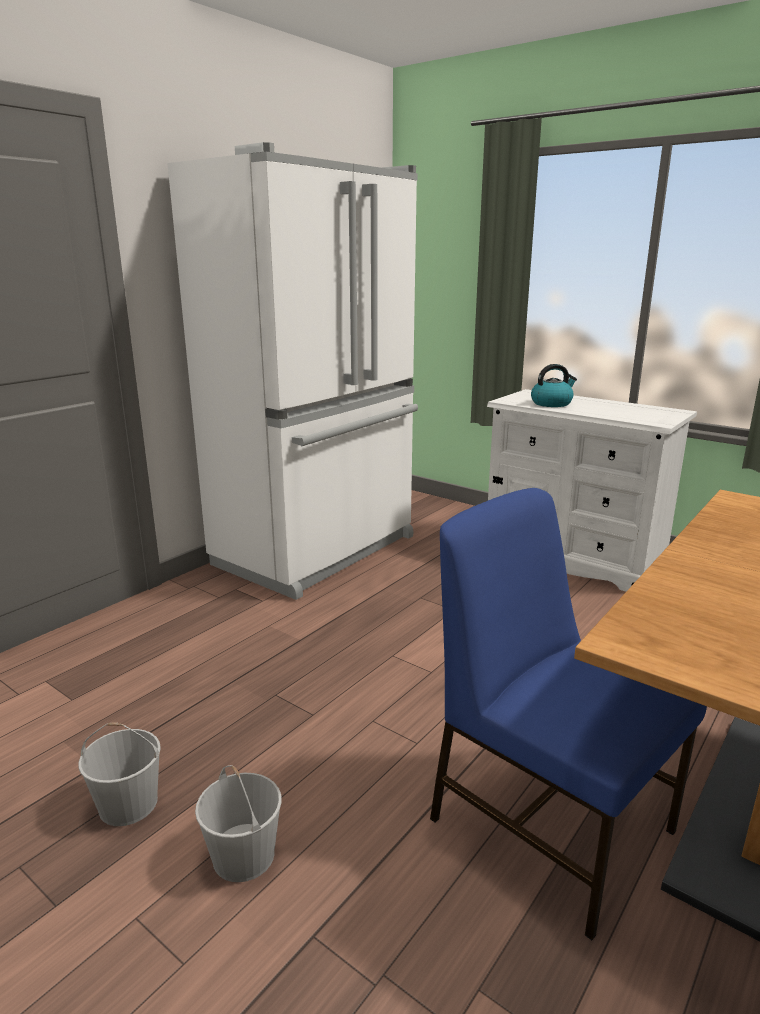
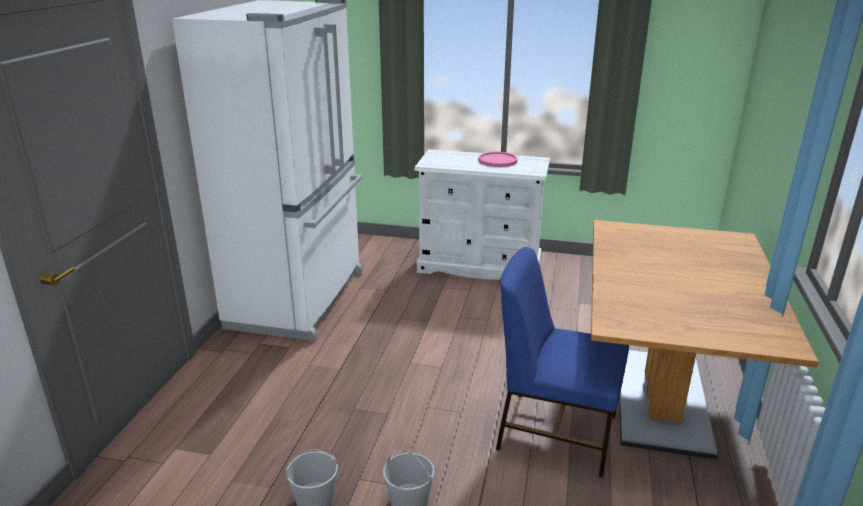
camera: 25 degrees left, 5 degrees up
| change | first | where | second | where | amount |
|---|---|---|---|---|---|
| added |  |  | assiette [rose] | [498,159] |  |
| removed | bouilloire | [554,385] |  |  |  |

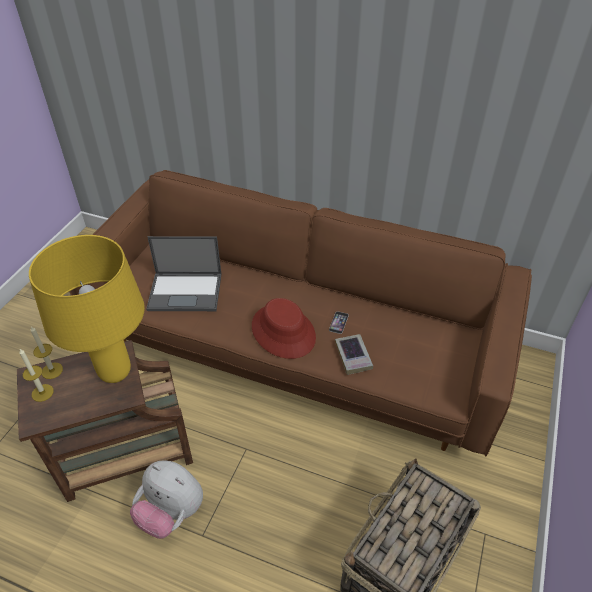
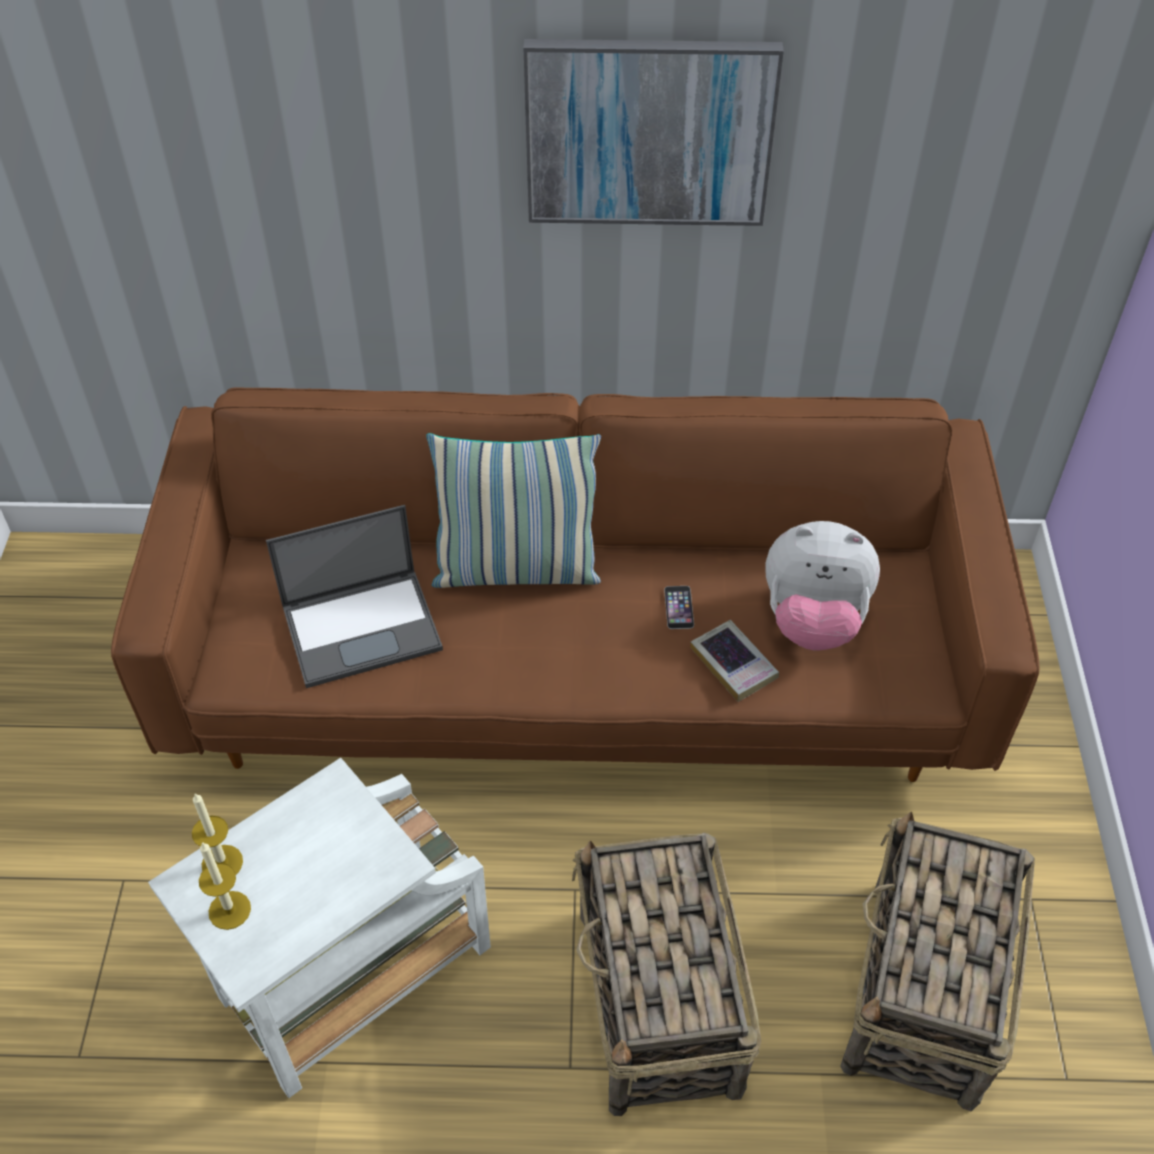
camera: 20 degrees left, 5 degrees up
| change | first | where | second | where | amount |
|---|---|---|---|---|---|
| recoloured | table d'appoint [marron] | [105,421] | table d'appoint [blanc] | [319,928] |  |
| added |  |  | coussin | [513,510] |  |
| added |  |  | tableau | [654,132] |  |
| added |  |  | panier | [666,974] |  |
| moved | peluche | [166,500] |  | [822,586] |  |
| removed | lampe de table [jaune] | [87,309] |  |  |  |
| removed | chapeau [rouge] | [284,328] |  |  |  |

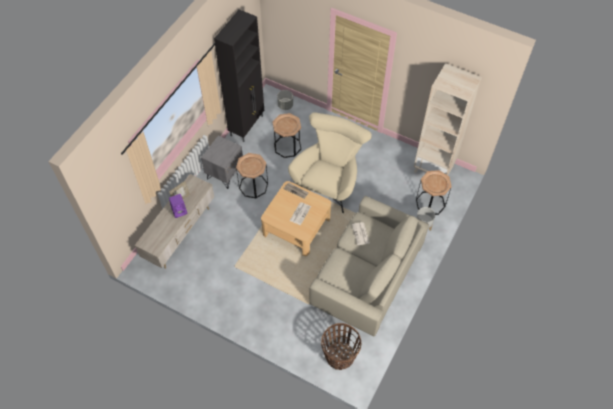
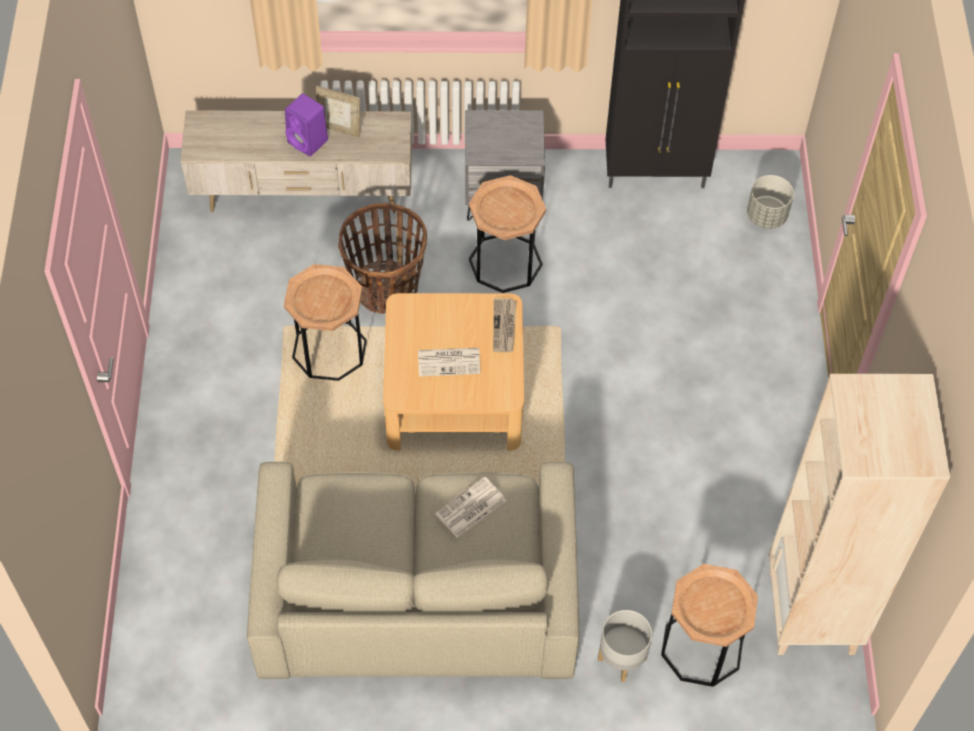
camera: 60 degrees right, 0 degrees up
| change | first | where | second | where | amount |
|---|---|---|---|---|---|
| moved | table d'appoint [marron] | [287,135] |  | [325,322] |  |
| moved | panier | [341,346] |  | [382,258] |  |
| removed | fauteuil [beige] | [330,162] |  |  |  |

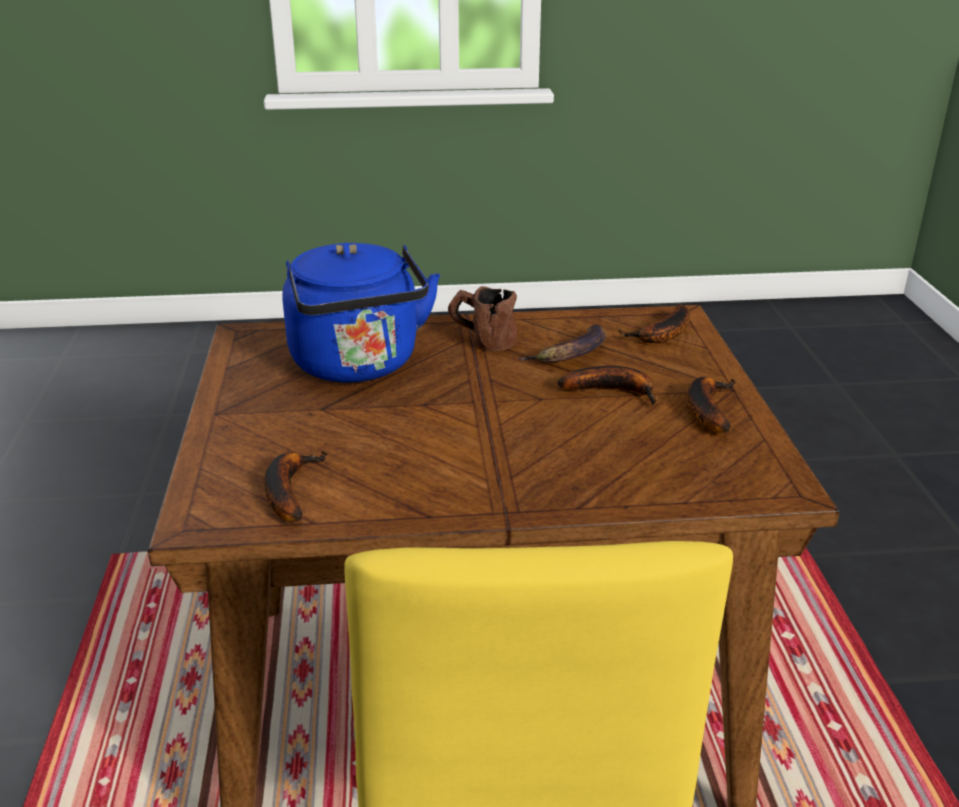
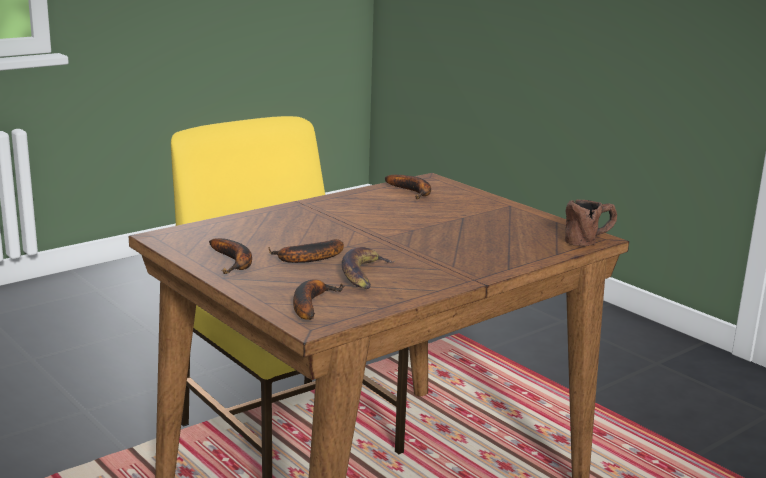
camera: 145 degrees right, 10 degrees down
| change | first | where | second | where | amount |
|---|---|---|---|---|---|
| moved | mug [marron] | [482,319] |  | [591,222] |  |
| removed | bouilloire [bleu] | [361,312] |  |  |  |

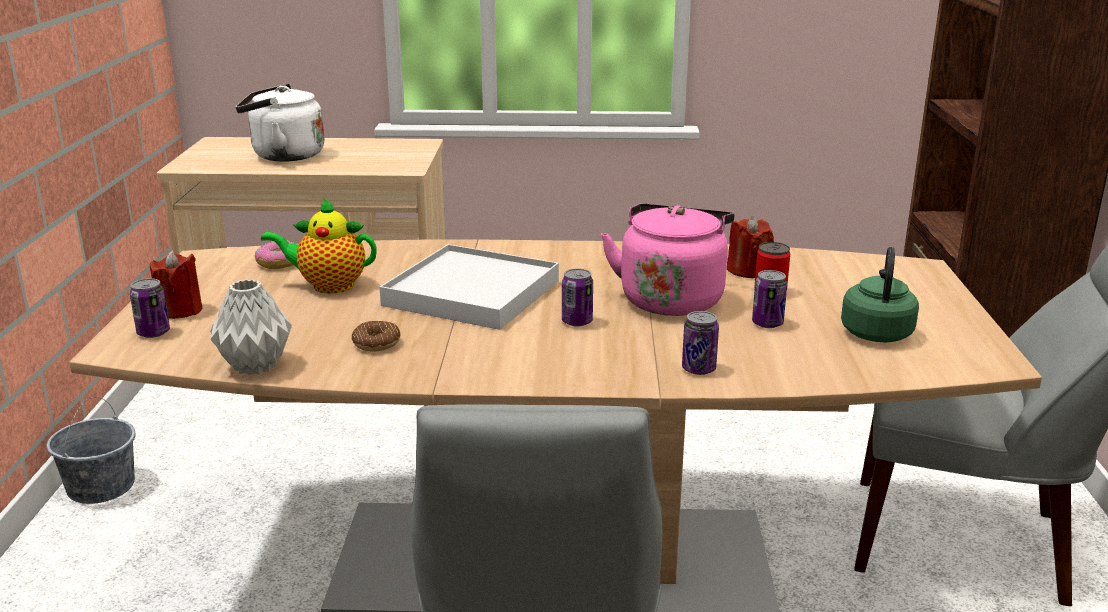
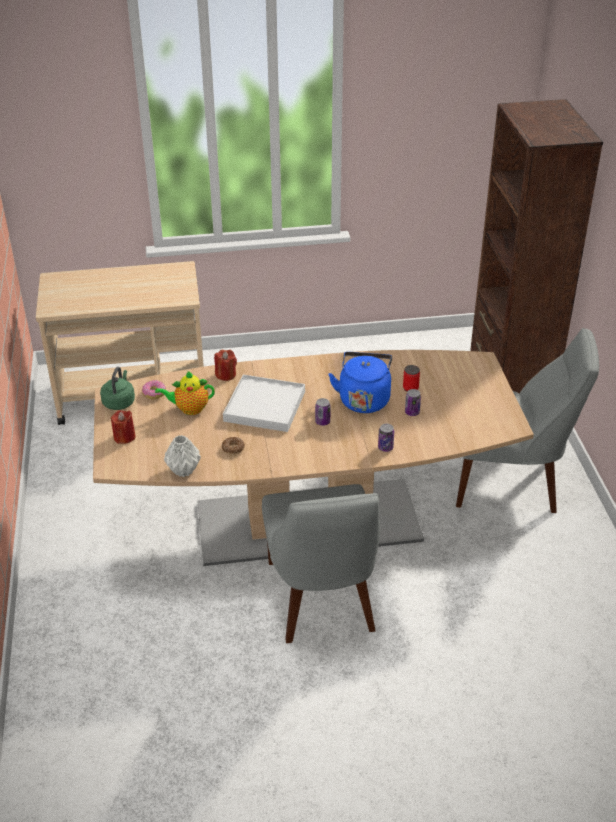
camera: 10 degrees left, 15 degrees up
| change | first | where | second | where | amount |
|---|---|---|---|---|---|
| moved | bouilloire [vert] | [880,294] |  | [117,388] |  |
| moved | bougie [rouge] | [750,247] |  | [225,365] |  |
| recoloured | bouilloire [rose] | [667,259] | bouilloire [bleu] | [360,382] |  |
| removed | seau [gris] | [91,450] |  |  |  |
| removed | boîte métallique | [150,308] |  |  |  |
| removed | bouilloire [blanc] | [280,123] |  |  |  |

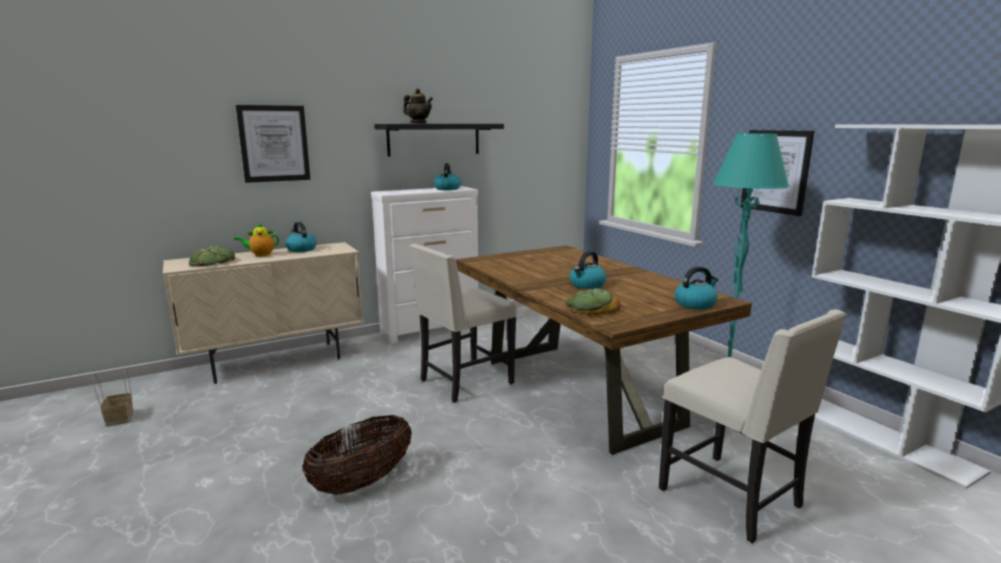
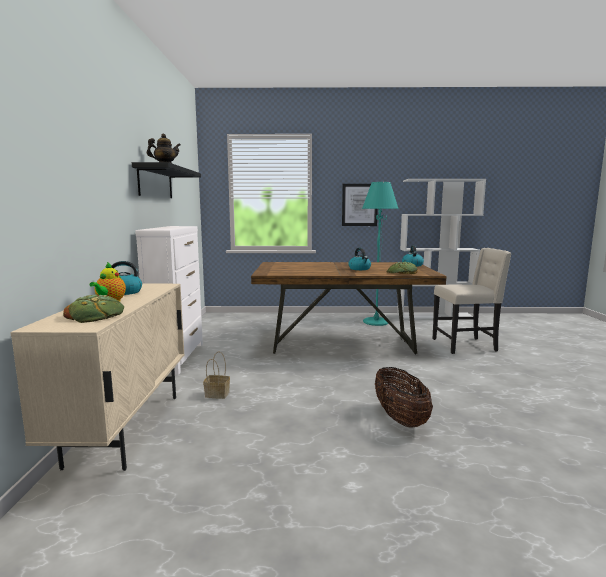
camera: 60 degrees left, 5 degrees down
| change | first | where | second | where | amount |
|---|---|---|---|---|---|
| moved | panier | [113,398] |  | [216,375] |  |
| removed | tableau | [273,144] |  |  |  |
| removed | chaise [beige] | [463,323] |  |  |  |
| removed | bouilloire | [447,176] |  |  |  |

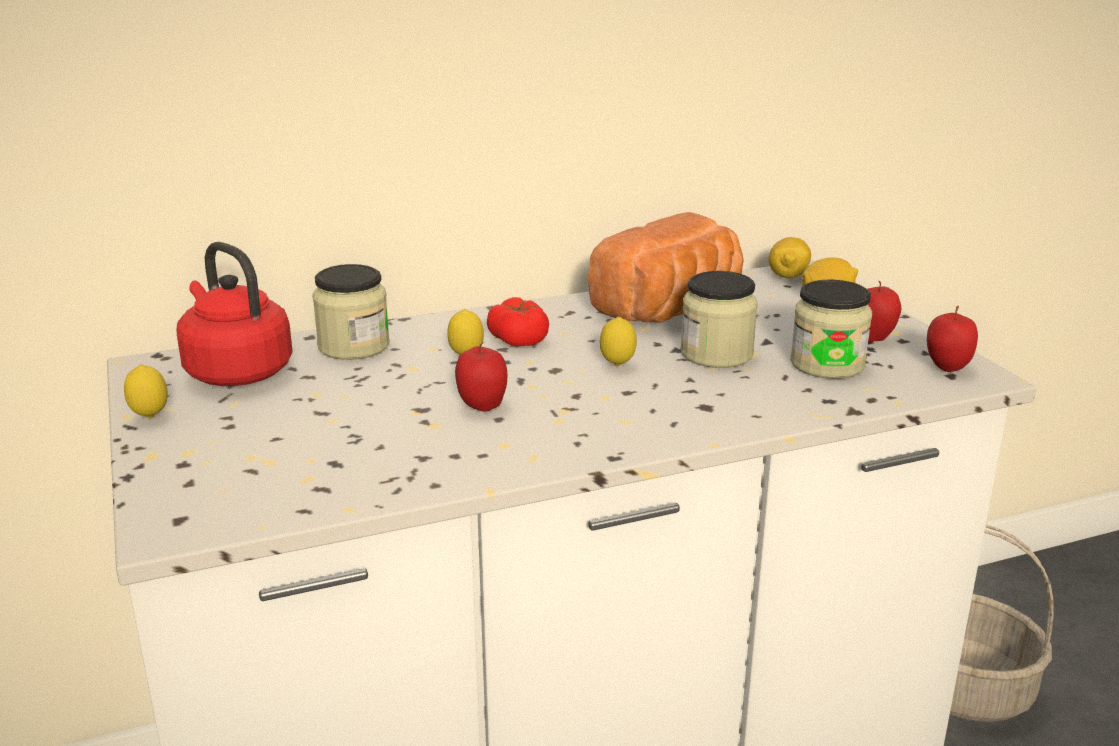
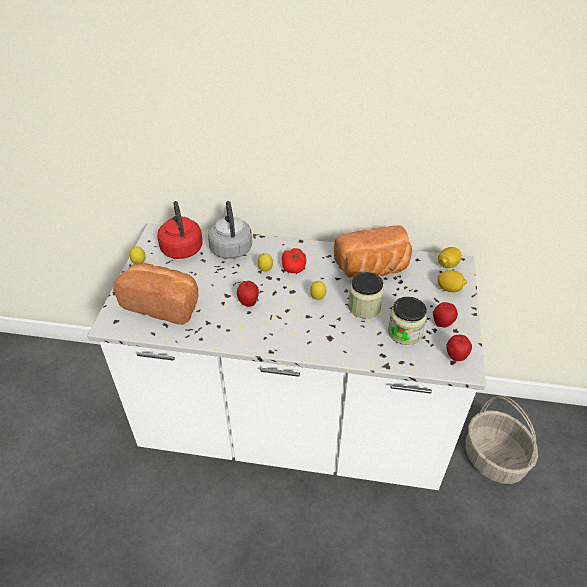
camera: 30 degrees right, 20 degrees up
| change | first | where | second | where | amount |
|---|---|---|---|---|---|
| added |  |  | pain | [156,294] |  |
| replaced | bocal | [351,312] | bouilloire [gris] | [230,230] |  |

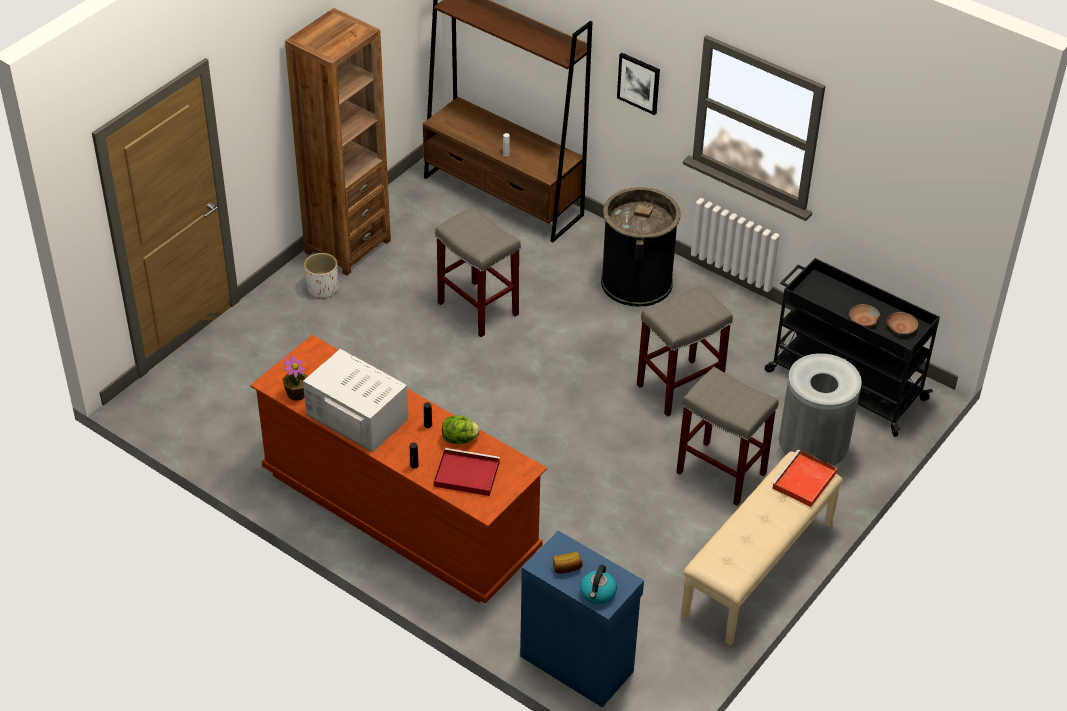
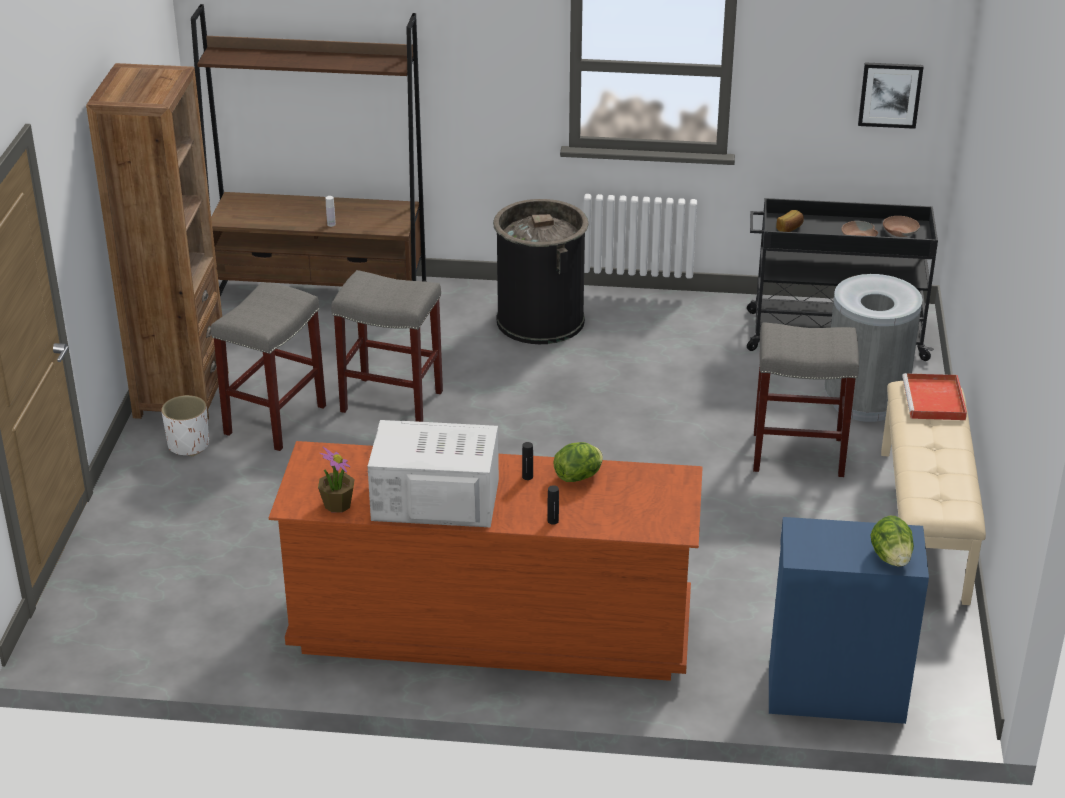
camera: 30 degrees left, 10 degrees down
| change | first | where | second | where | amount |
|---|---|---|---|---|---|
| moved | tabouret [gris] | [685,351] |  | [268,366] |  |
| moved | pain | [567,563] |  | [790,221] |  |
| moved | tableau | [638,84] |  | [890,95] |  |
| replaced | bouilloire | [598,584] | laitue | [892,541] |  |
| removed | plateau [rouge] | [467,472] |  |  |  |

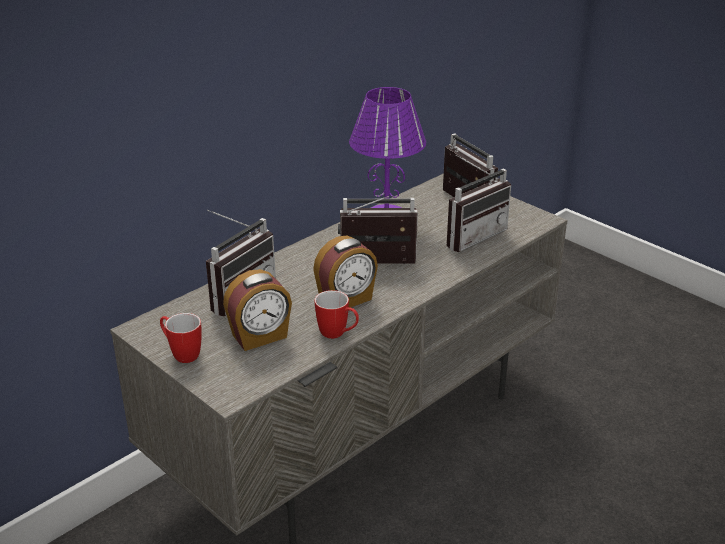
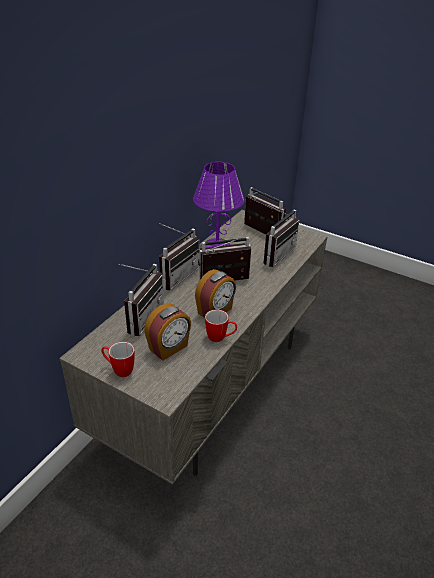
camera: 15 degrees left, 5 degrees up
| change | first | where | second | where | amount |
|---|---|---|---|---|---|
| added |  |  | radio | [179,257] |  |

